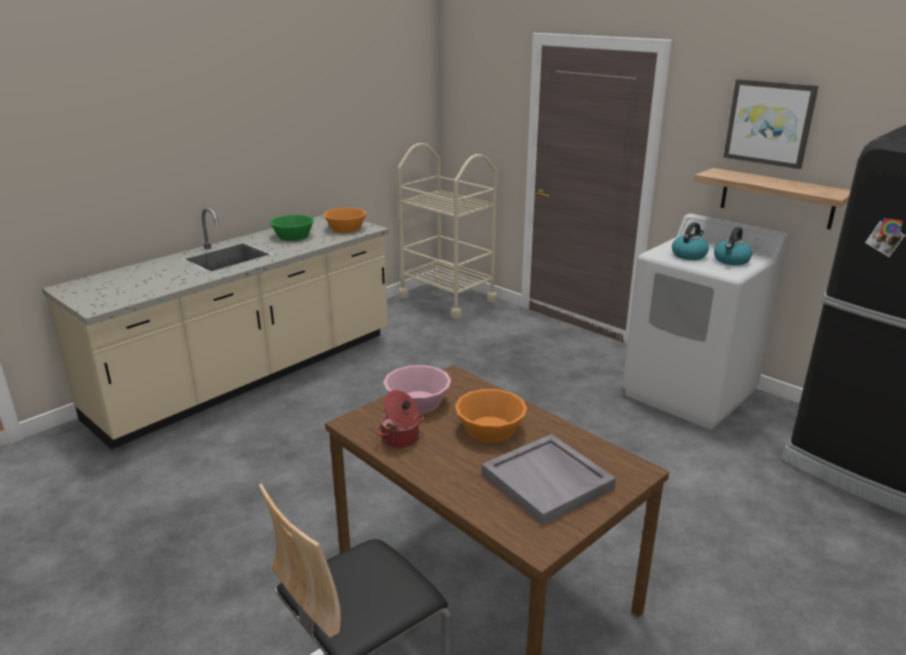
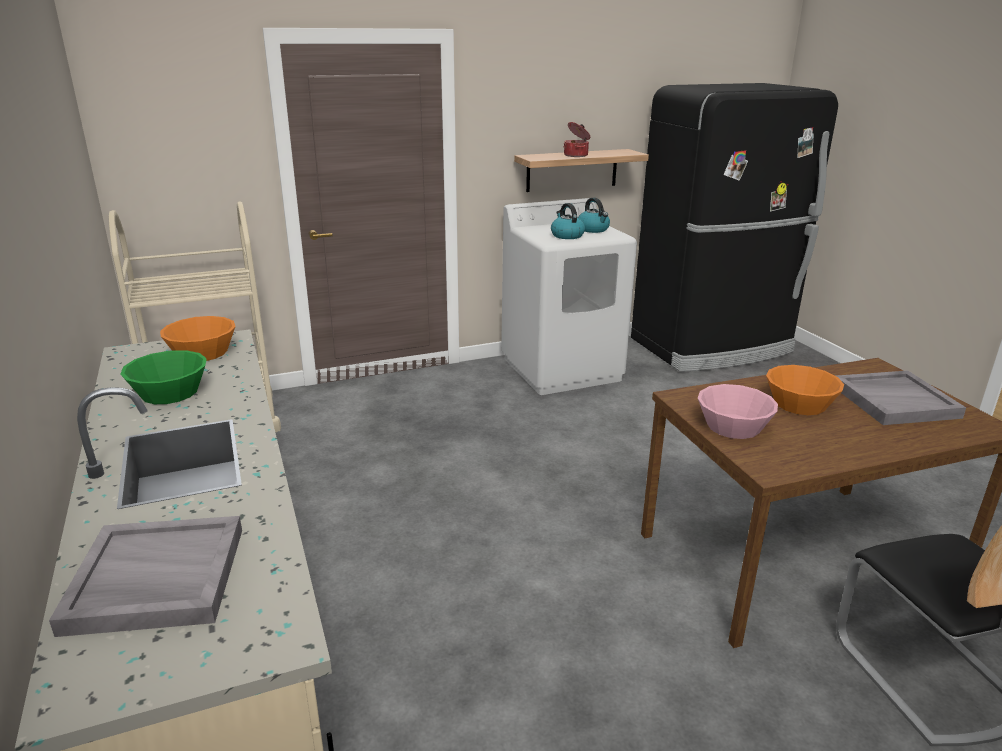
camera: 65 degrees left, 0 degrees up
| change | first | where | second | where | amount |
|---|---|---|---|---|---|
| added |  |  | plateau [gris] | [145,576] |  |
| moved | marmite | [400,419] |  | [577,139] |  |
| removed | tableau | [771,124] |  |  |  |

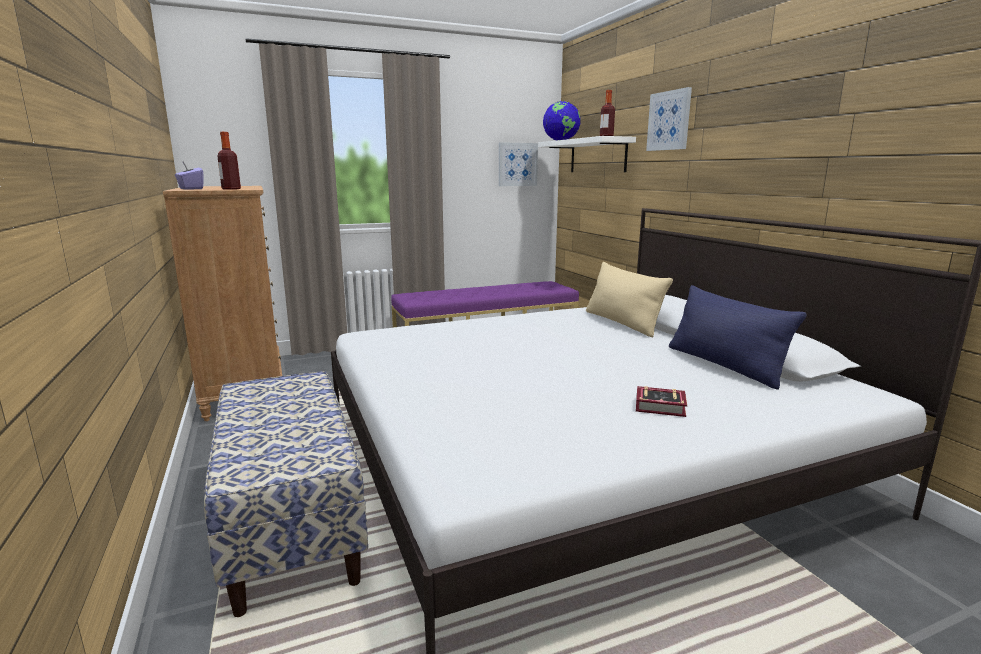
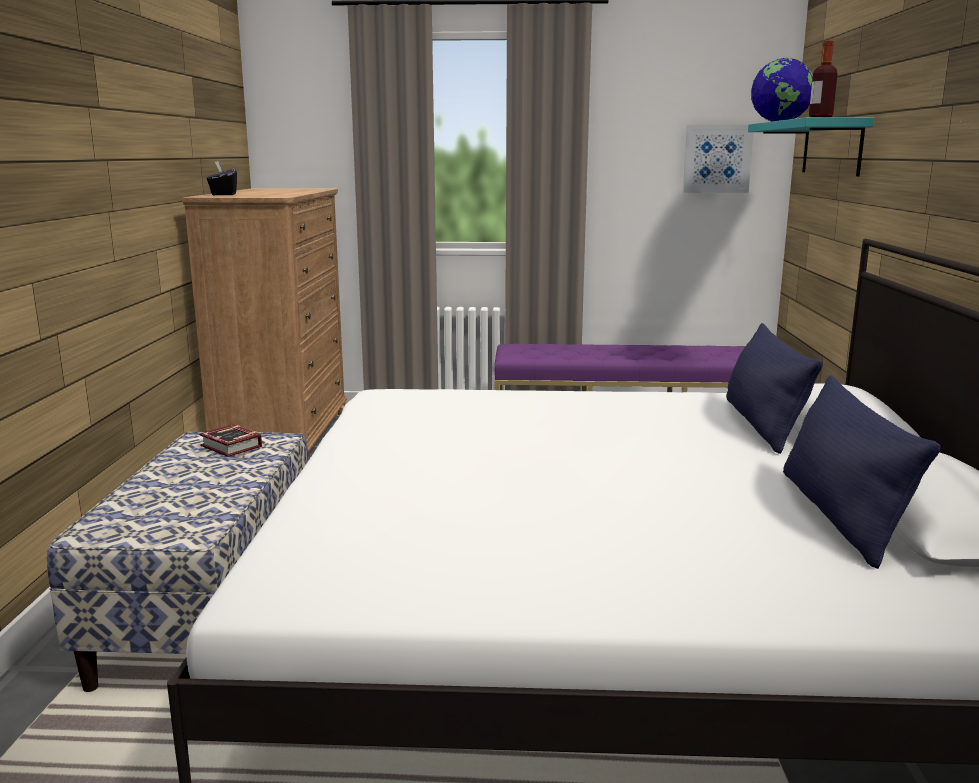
camera: 25 degrees right, 0 degrees up
| change | first | where | second | where | amount |
|---|---|---|---|---|---|
| moved | livre | [661,401] |  | [230,441] |  |
| recoloured | boîte à mouchoirs [violet] | [189,175] | boîte à mouchoirs [noir] | [222,178] |  |
| recoloured | coussin [beige] | [629,299] | coussin [bleu] | [774,388] |  |
| recoloured | étagère [blanc] | [587,154] | étagère [turquoise] | [811,146] |  |
| removed | bouteille | [229,161] |  |  |  |
| removed | tableau | [669,119] |  |  |  |

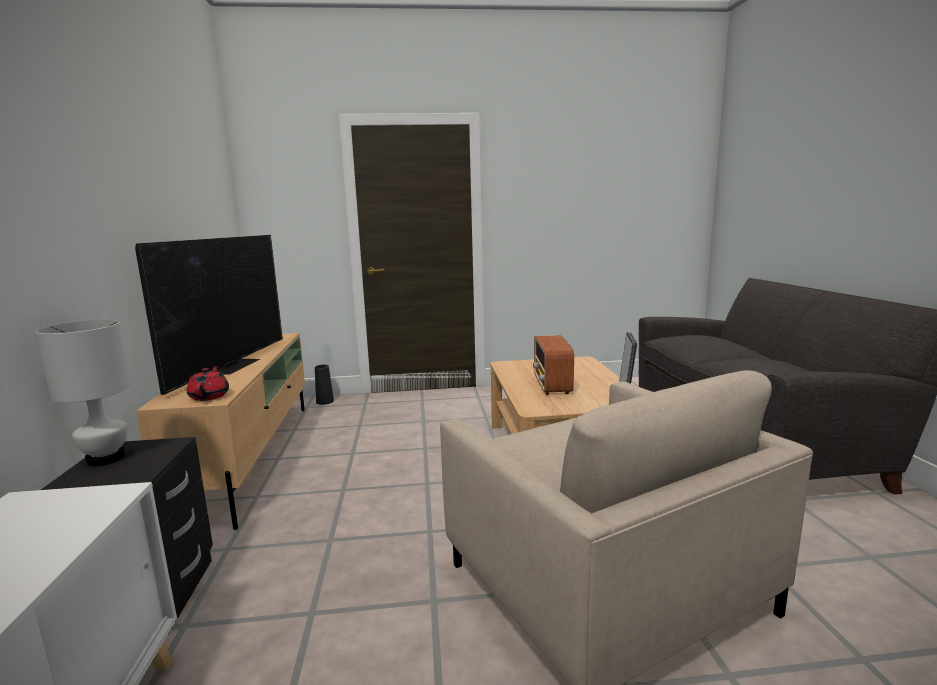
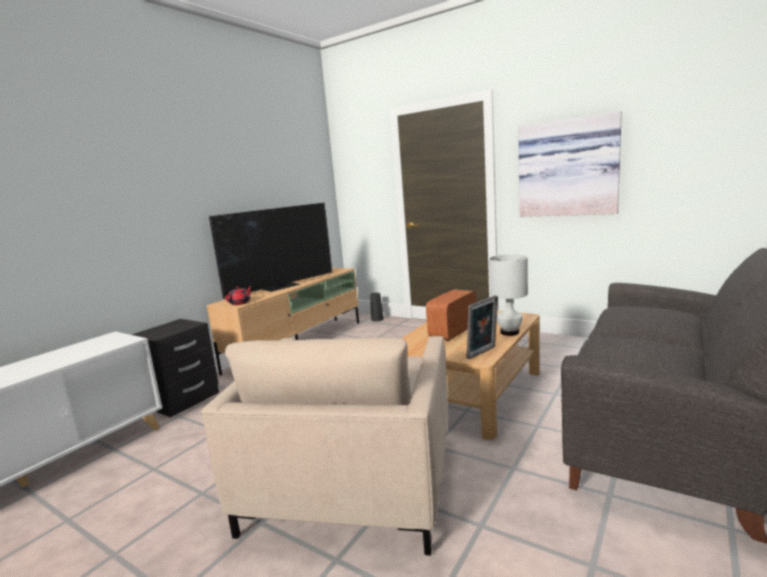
camera: 40 degrees right, 0 degrees up
| change | first | where | second | where | amount |
|---|---|---|---|---|---|
| moved | lampe de table [blanc] | [83,393] |  | [508,295] |  |
| added |  |  | tableau | [570,164] |  |

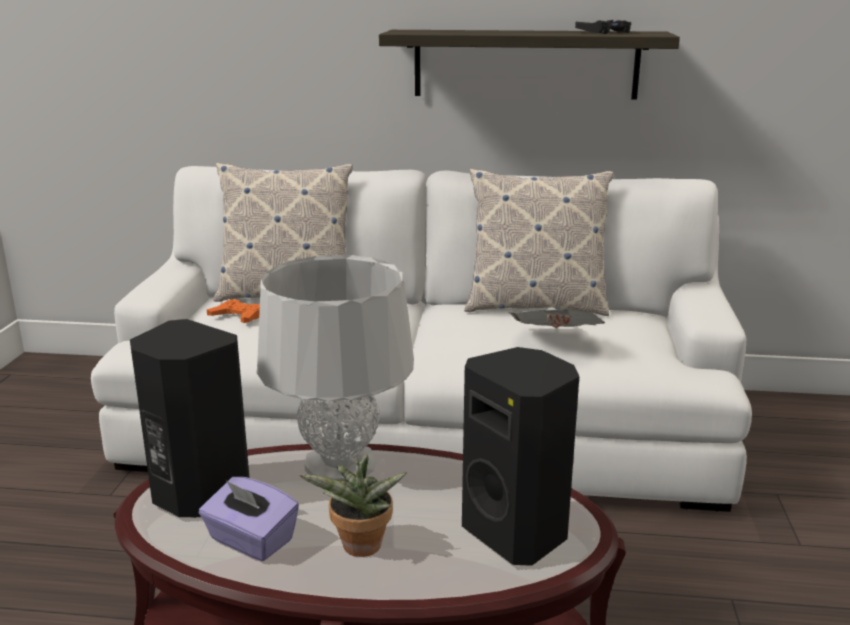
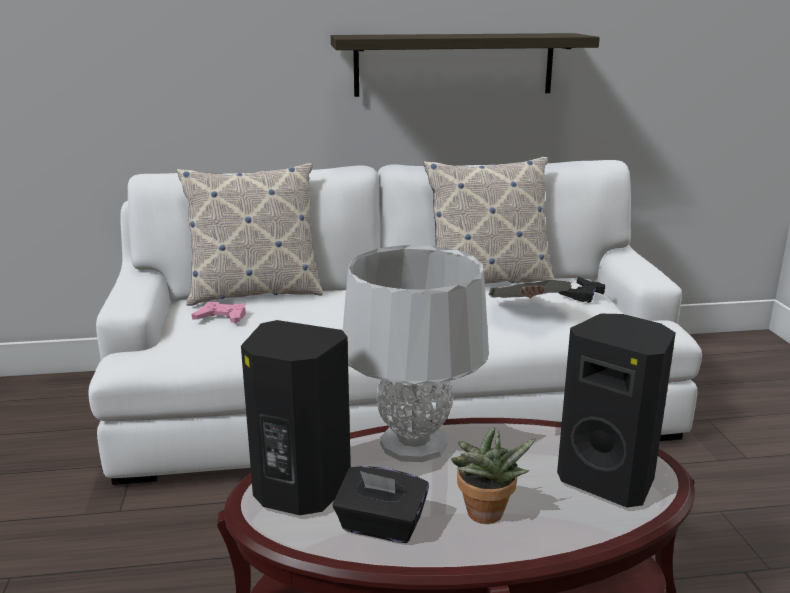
camera: 15 degrees left, 0 degrees up
| change | first | where | second | where | amount |
|---|---|---|---|---|---|
| recoloured | manette [orange] | [233,311] | manette [rose] | [218,312] |  |
| recoloured | boîte à mouchoirs [violet] | [249,519] | boîte à mouchoirs [noir] | [381,504] |  |
| moved | manette [noir] | [603,27] |  | [582,290] |  |

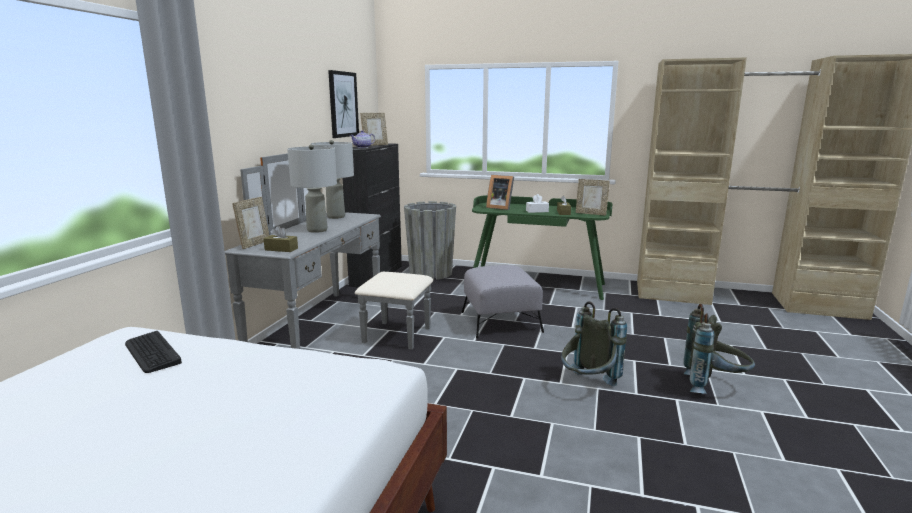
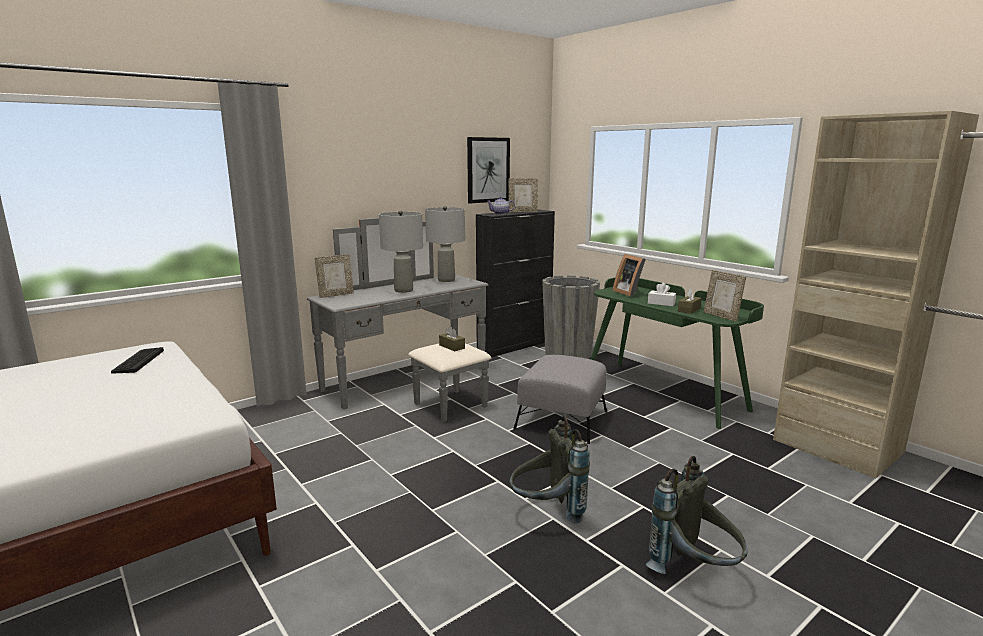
camera: 35 degrees right, 0 degrees up
| change | first | where | second | where | amount |
|---|---|---|---|---|---|
| moved | boîte à mouchoirs [marron] | [280,239] |  | [452,338] |  |

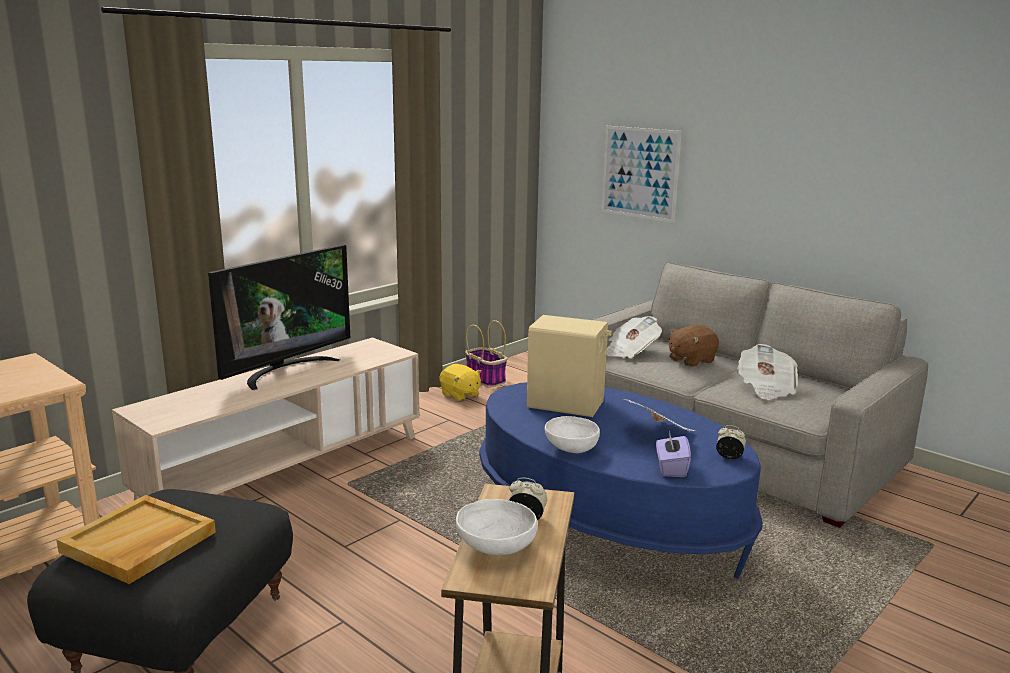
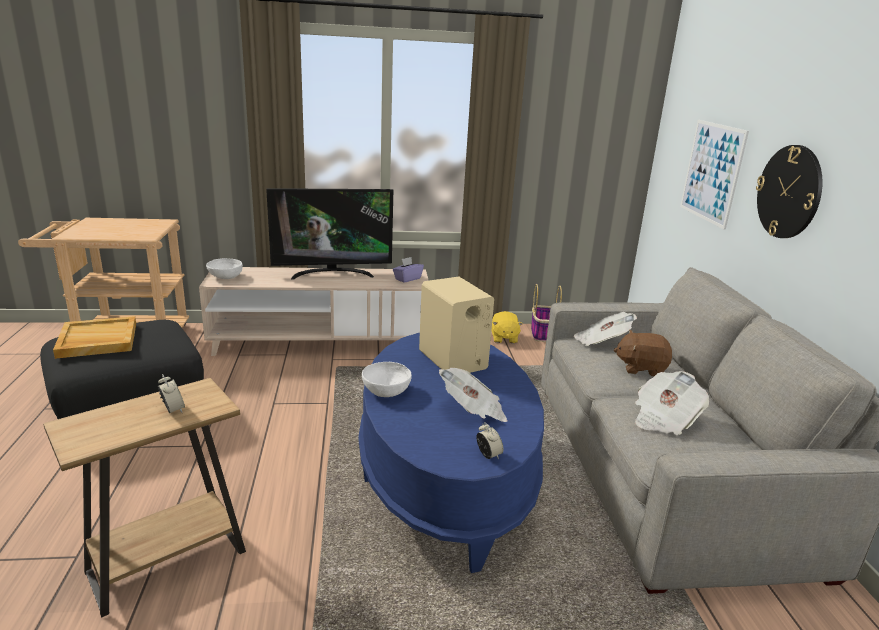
camera: 40 degrees right, 5 degrees up
| change | first | where | second | where | amount |
|---|---|---|---|---|---|
| moved | bol [blanc] | [496,527] |  | [224,268] |  |
| moved | boîte à mouchoirs [violet] | [673,454] |  | [408,270] |  |
| added |  |  | horloge murale | [789,191] |  |

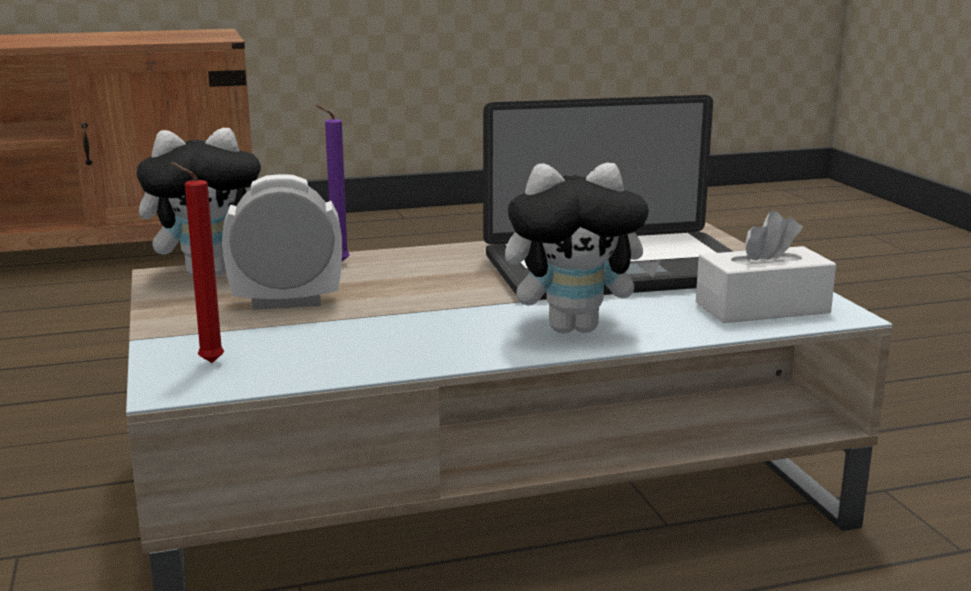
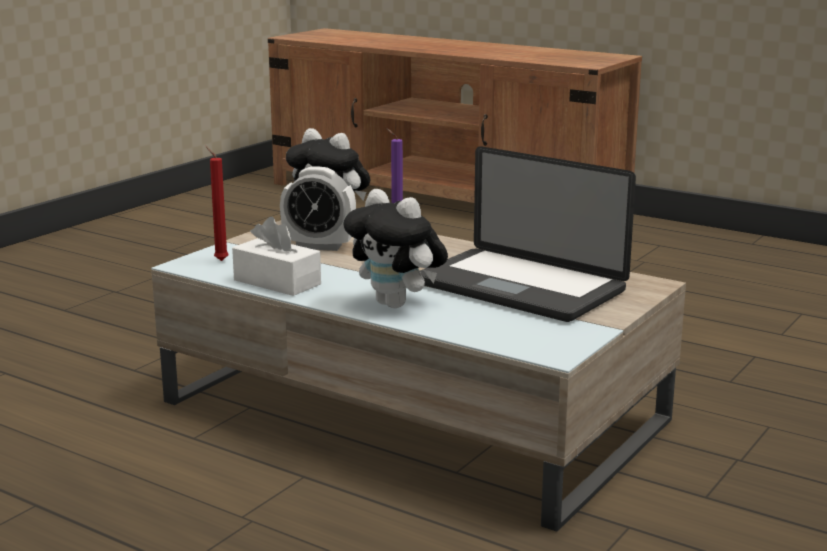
camera: 50 degrees right, 0 degrees up
| change | first | where | second | where | amount |
|---|---|---|---|---|---|
| moved | boîte à mouchoirs [blanc] | [766,267] |  | [276,256] |  |
| turned | réveil | [282,242] |  | [318,208] | 150 degrees clockwise |

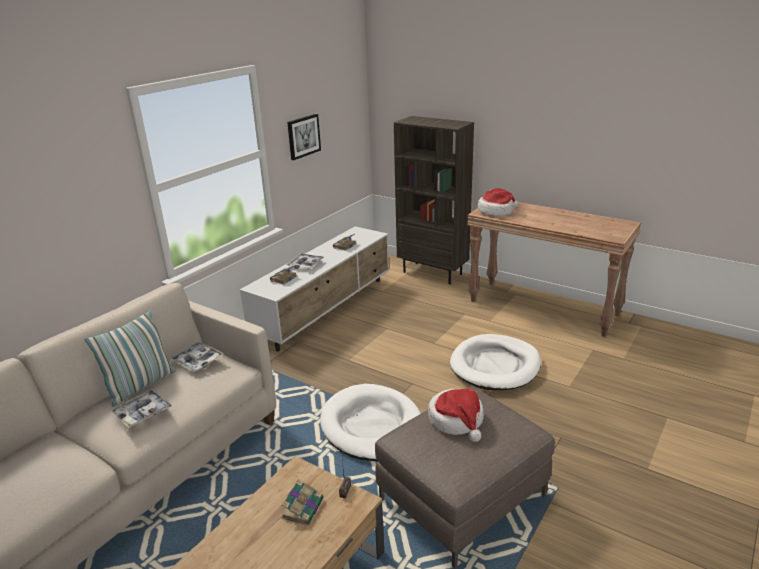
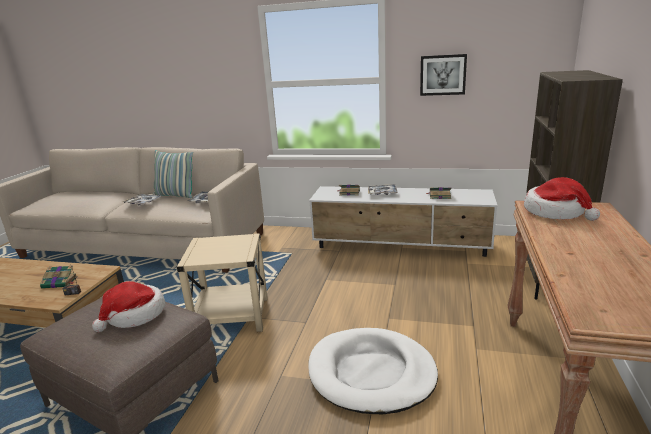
camera: 70 degrees right, 5 degrees down
| change | first | where | second | where | amount |
|---|---|---|---|---|---|
| replaced | panier pour chien [blanc] | [370,422] | table d'appoint [beige] | [222,282] |  |

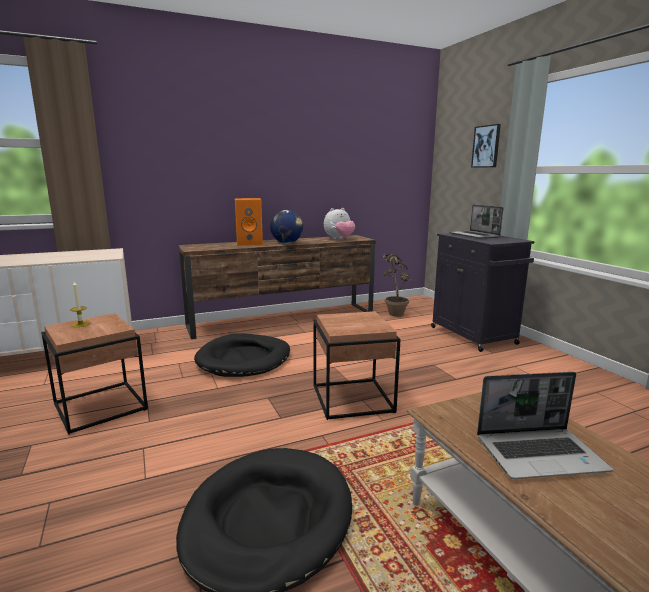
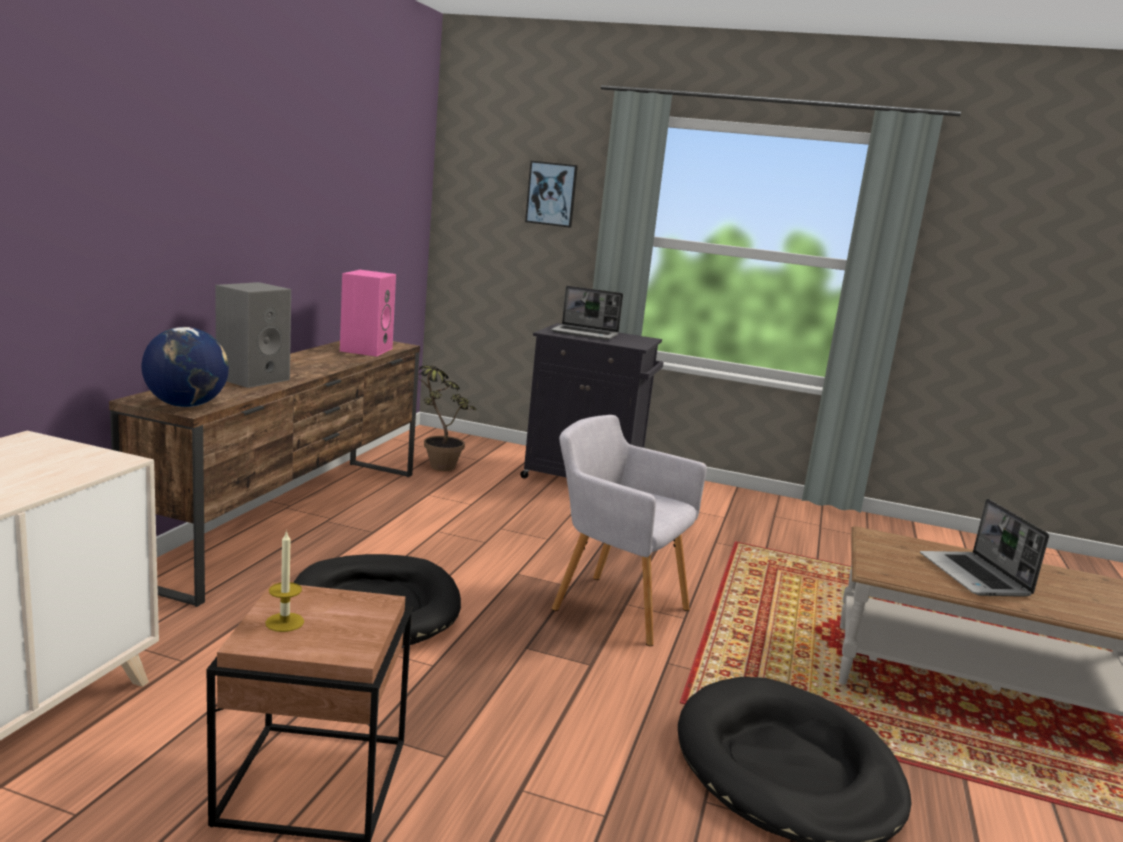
camera: 50 degrees left, 0 degrees up
| change | first | where | second | where | amount |
|---|---|---|---|---|---|
| moved | globe | [286,226] |  | [185,367] |  |
| recoloured | enceinte [orange] | [249,222] | enceinte [gris] | [253,335] |  |
| replaced | peluche | [339,223] | enceinte [rose] | [368,313] |  |
| replaced | table d'appoint [marron] | [357,365] | fauteuil [gris] | [629,530] |  |
| turned | ordinateur portable | [545,425] |  | [984,548] | 135 degrees clockwise |

